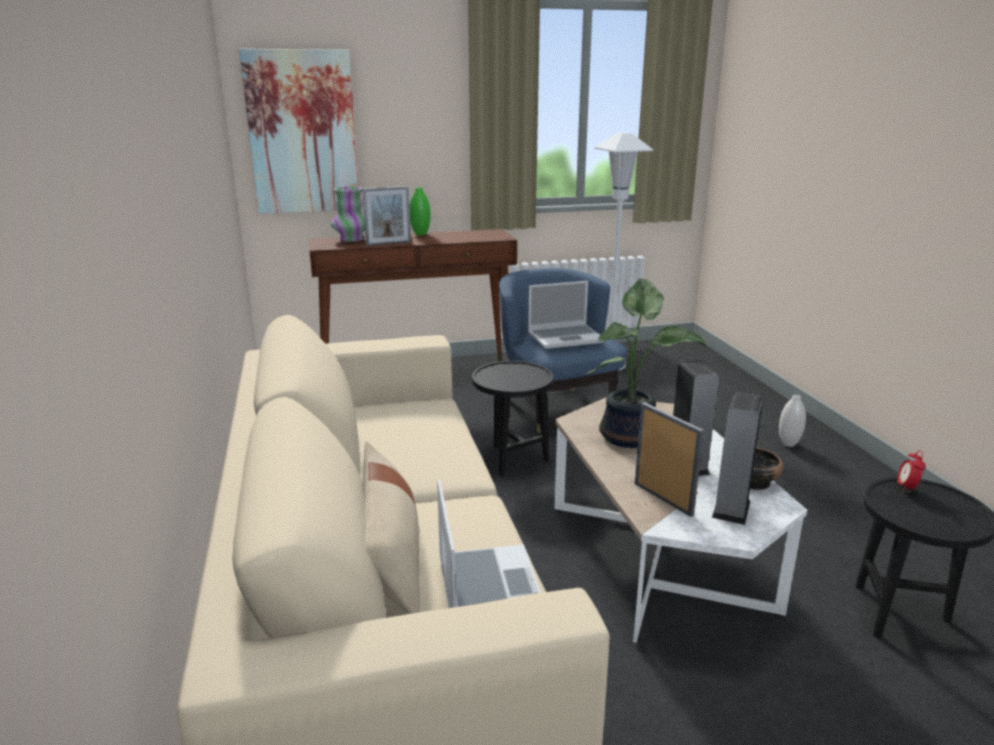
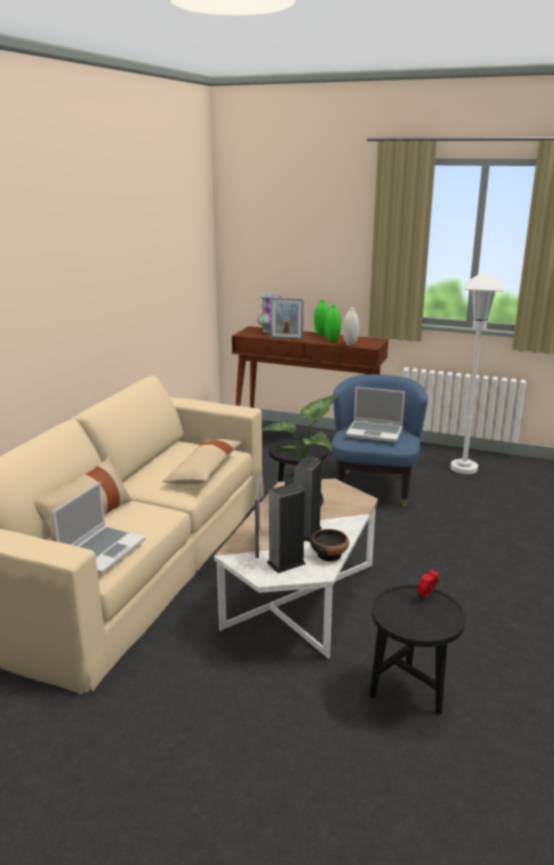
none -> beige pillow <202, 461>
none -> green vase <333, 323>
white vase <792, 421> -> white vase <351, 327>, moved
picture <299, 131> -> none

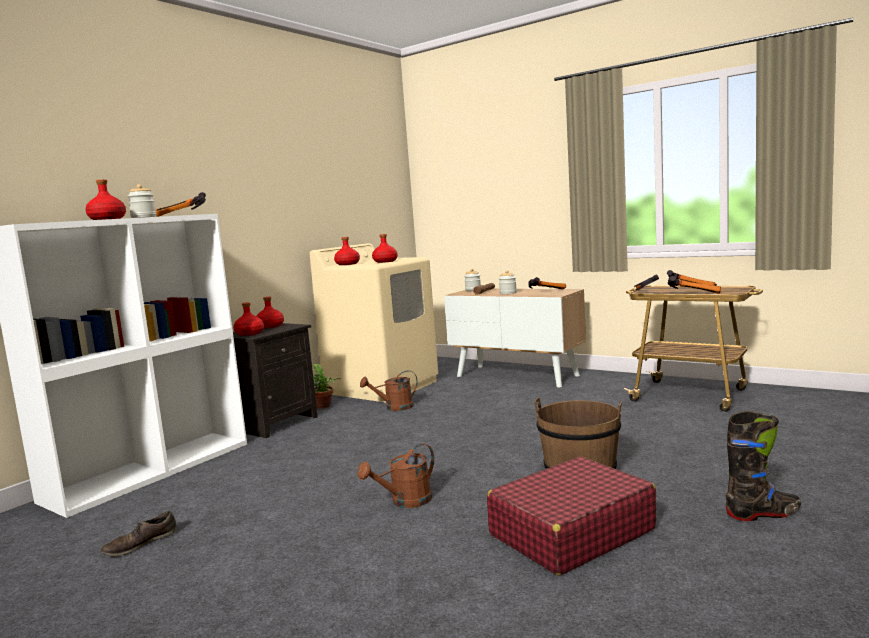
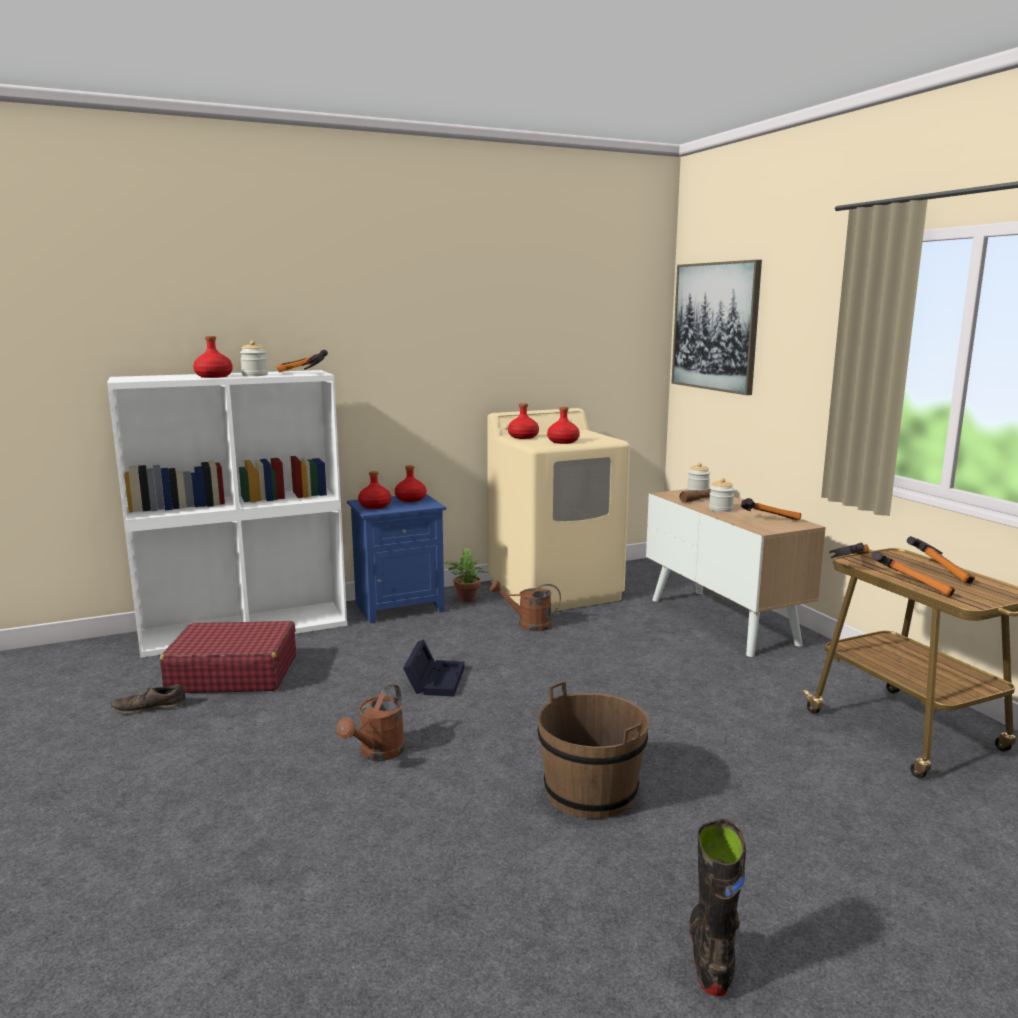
red suitcase <571, 516> -> red suitcase <228, 657>, moved
brown watering can <395, 475> -> brown watering can <371, 722>, 60 degrees counterclockwise
black nightstand <275, 380> -> blue nightstand <396, 559>
none -> black storage box <433, 668>
none -> picture <716, 327>
black boot <763, 466> -> black boot <718, 907>, 105 degrees counterclockwise

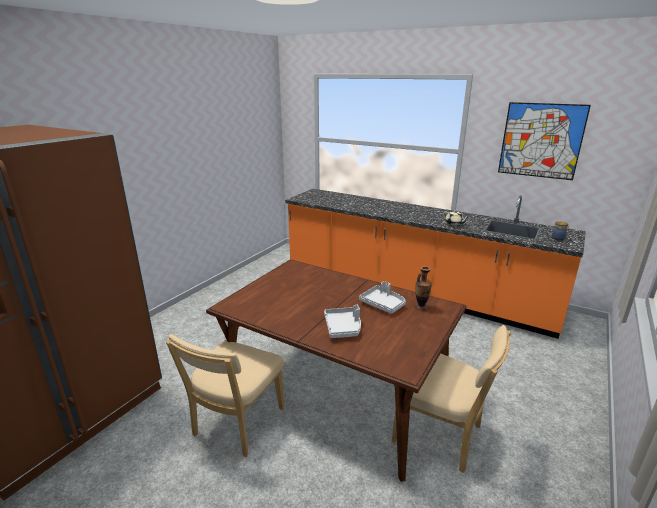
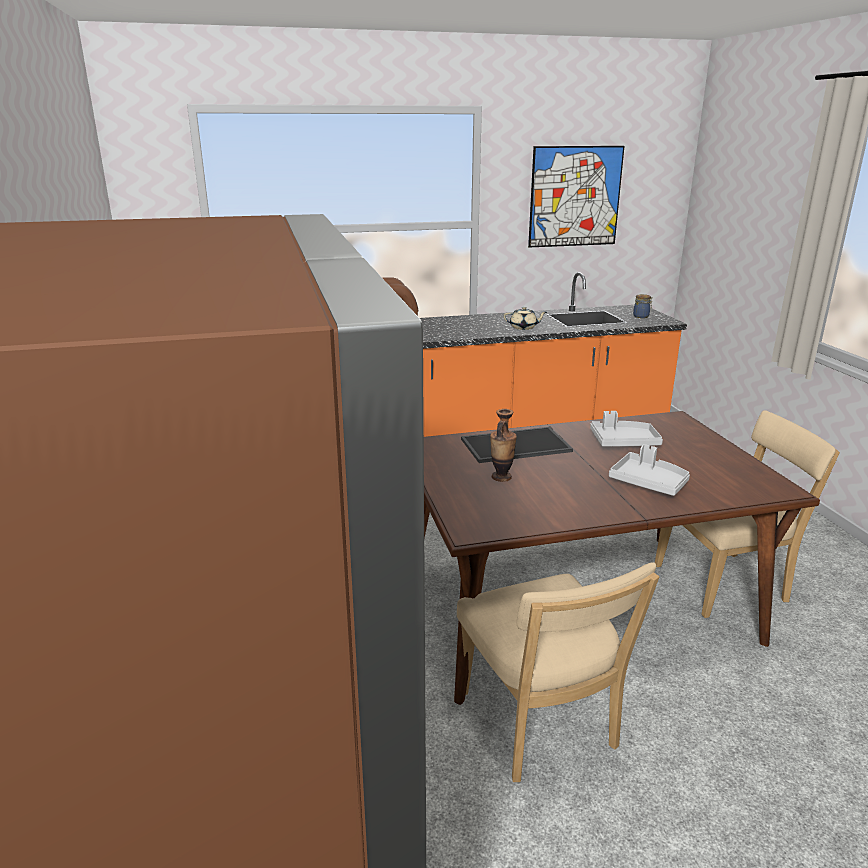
none -> tray <517, 445>
vase <423, 288> -> vase <503, 445>, moved

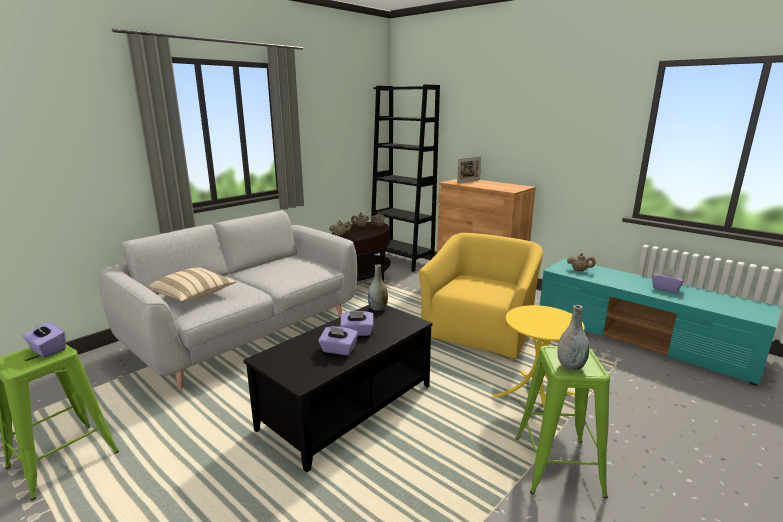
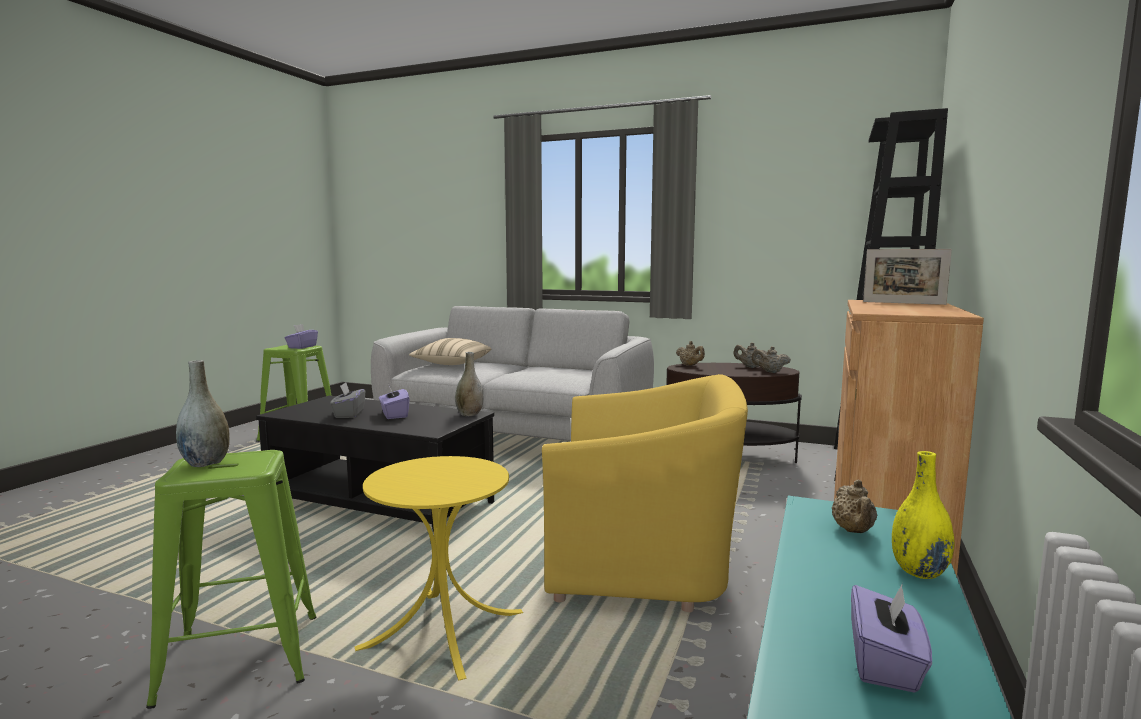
purple tissue box <338, 340> -> grey tissue box <347, 400>
none -> yellow vase <923, 515>

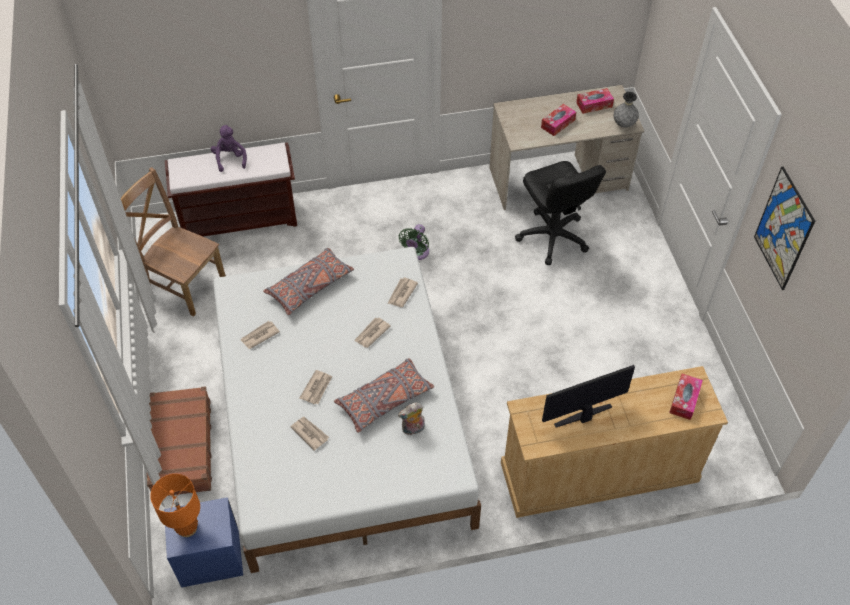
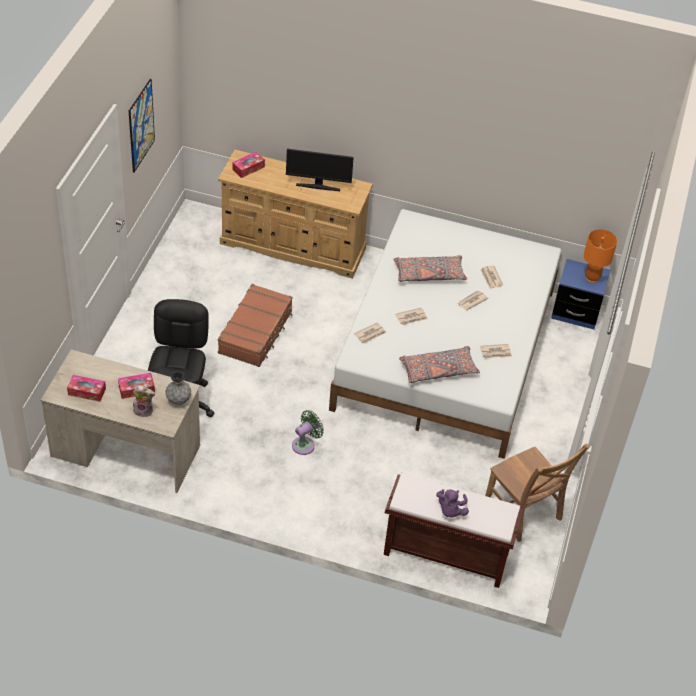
plush toy <411, 418> -> plush toy <144, 401>, moved
grey vase <626, 110> -> grey vase <178, 388>, moved
brown suitcase <179, 441> -> brown suitcase <255, 325>, moved

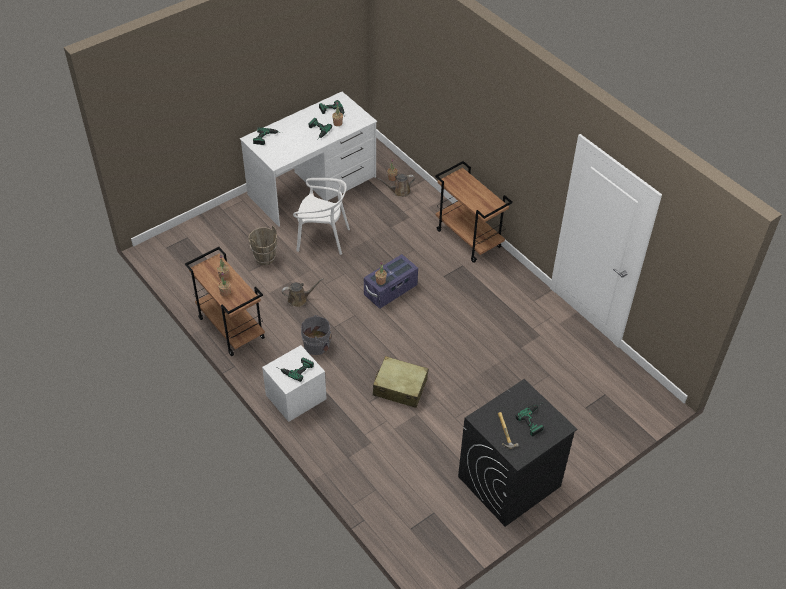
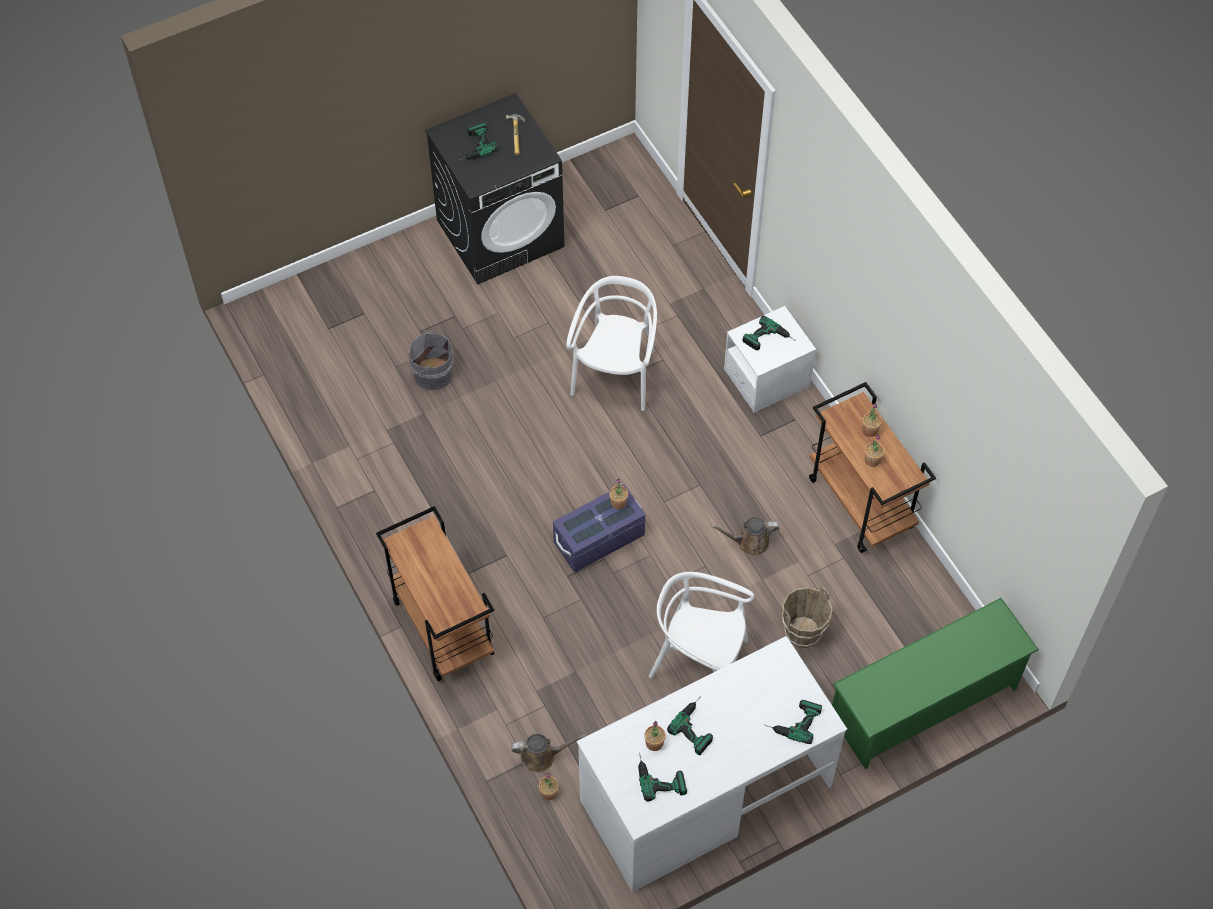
grey bucket <316, 335> -> grey bucket <431, 360>, moved
beige suitcase <400, 382> -> white chair <611, 343>
none -> green shoe rack <935, 683>

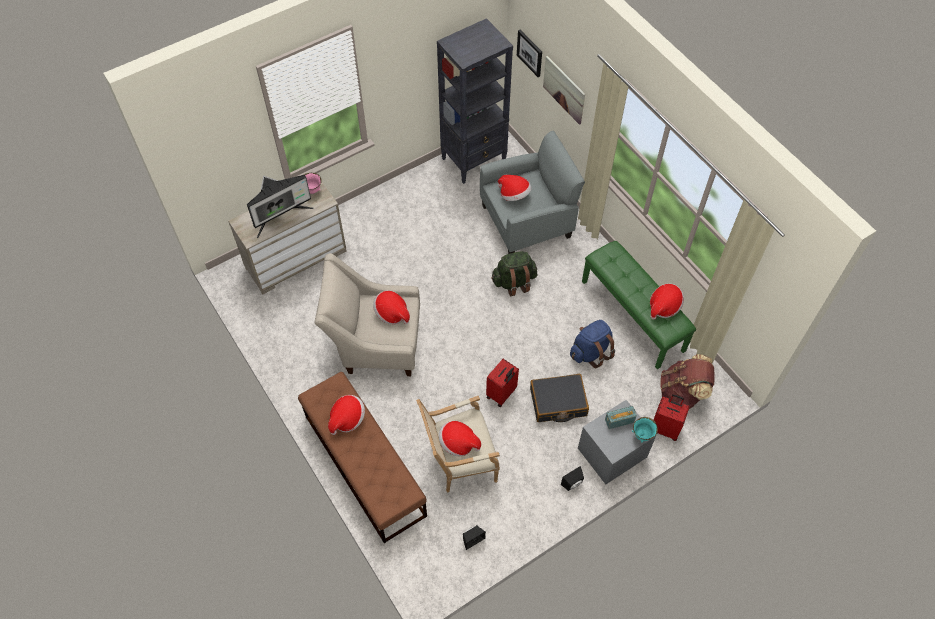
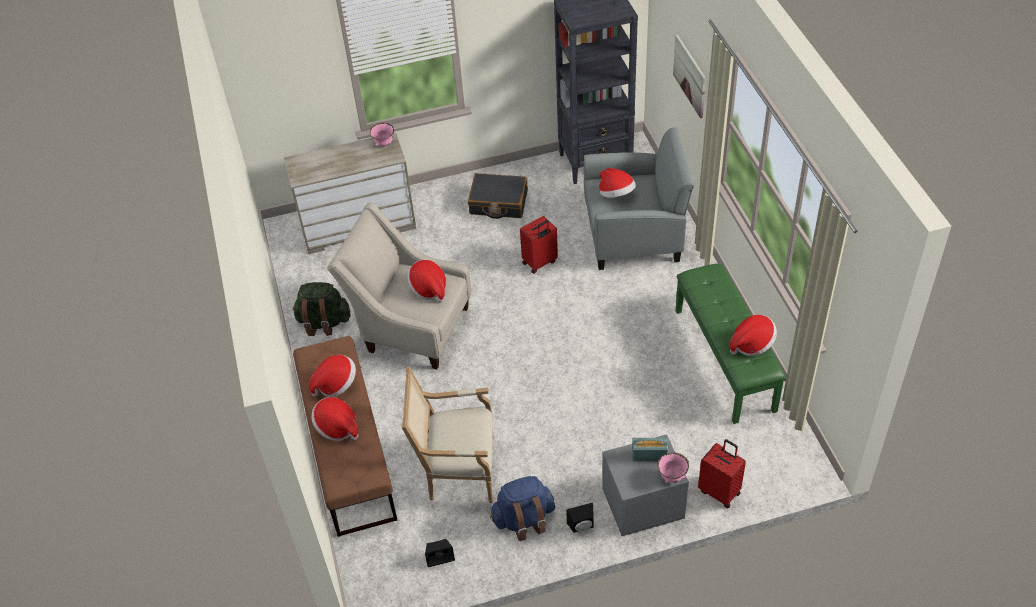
green backpack <514, 273> -> green backpack <321, 309>, moved
hat <460, 438> -> hat <335, 419>, moved
black suitcase <559, 398> -> black suitcase <498, 196>, moved
blue backpack <592, 344> -> blue backpack <522, 508>, moved
red suitcase <502, 383> -> red suitcase <539, 245>, moved
turquoise bowl <645, 430> -> pink bowl <673, 468>
monitor <280, 206> -> none
picture <529, 53> -> none
brown backpack <687, 381> -> none

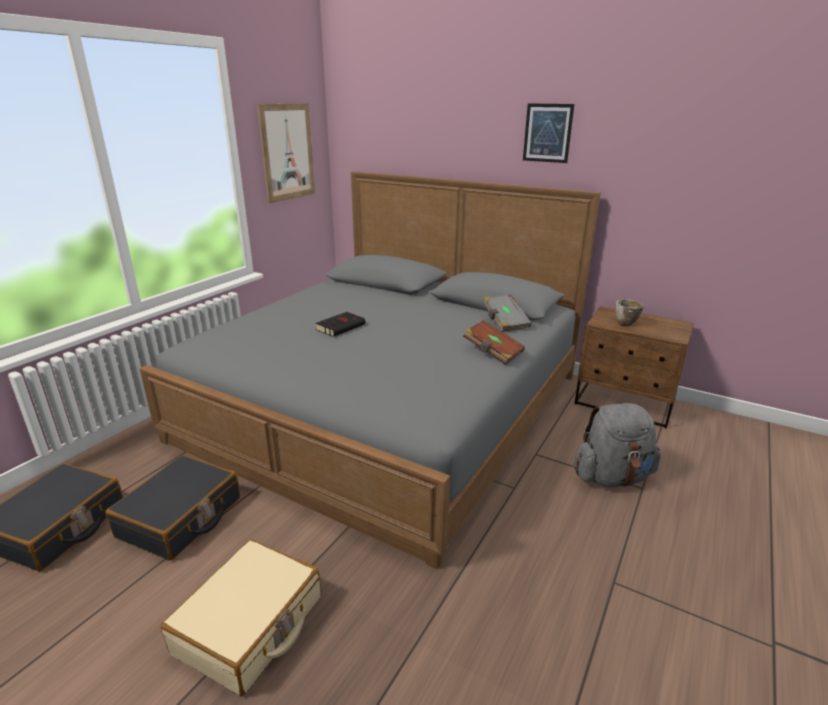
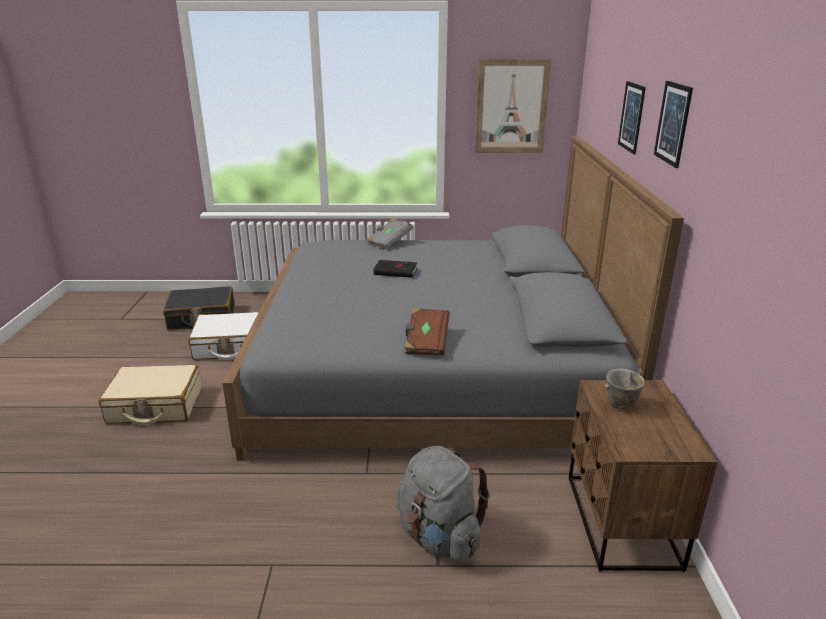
black suitcase <173, 508> -> white suitcase <223, 336>
grey book <507, 313> -> grey book <389, 234>, moved
none -> picture <632, 118>

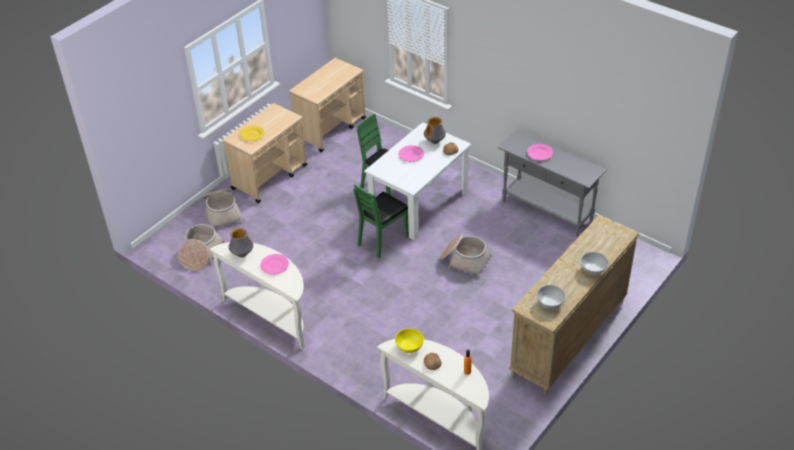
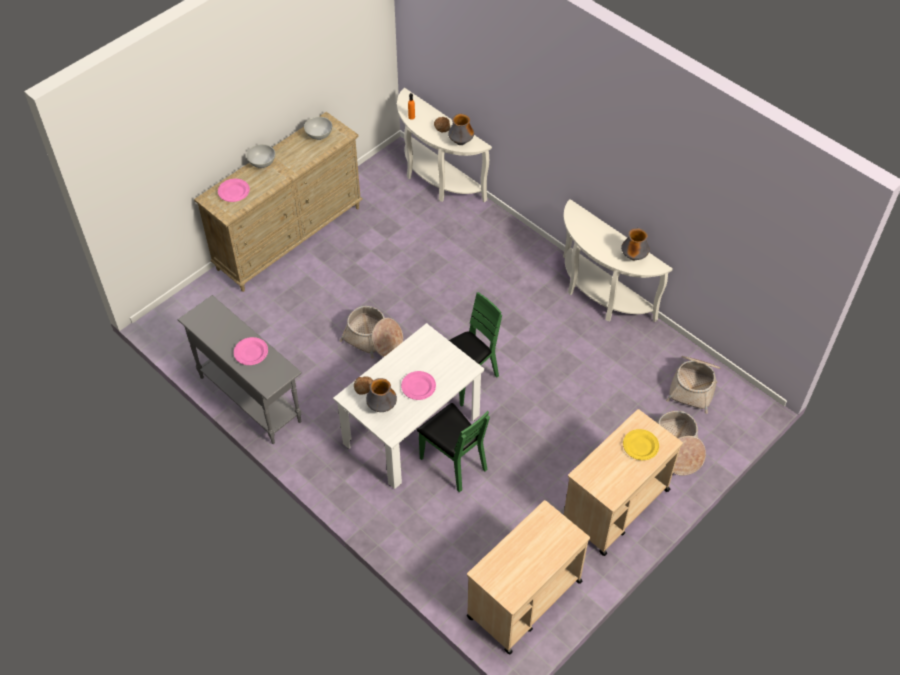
pink plate <274, 264> -> pink plate <234, 190>, moved
yellow bowl <409, 340> -> vase <461, 129>

